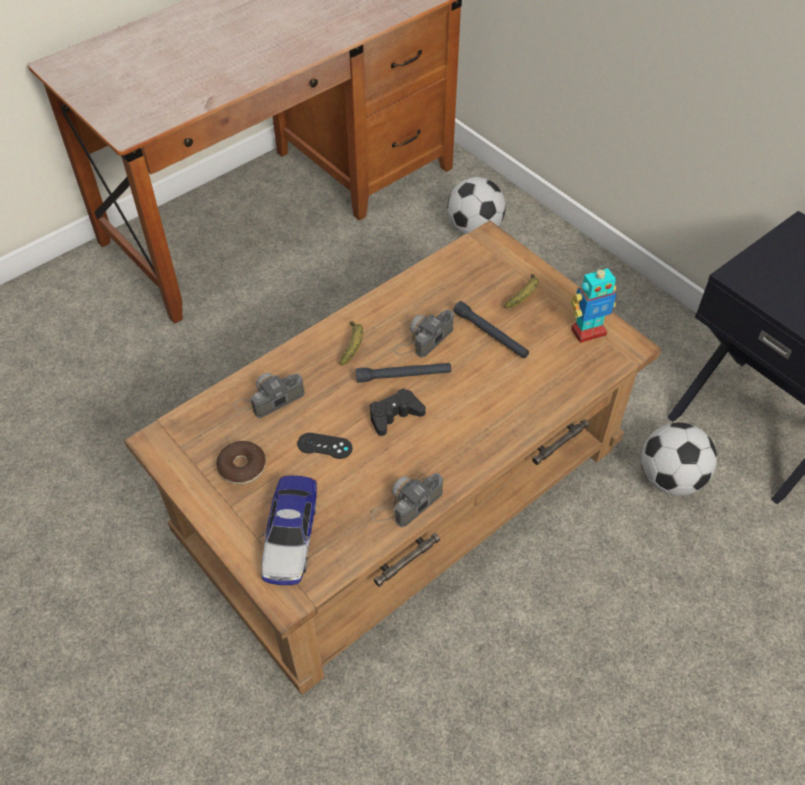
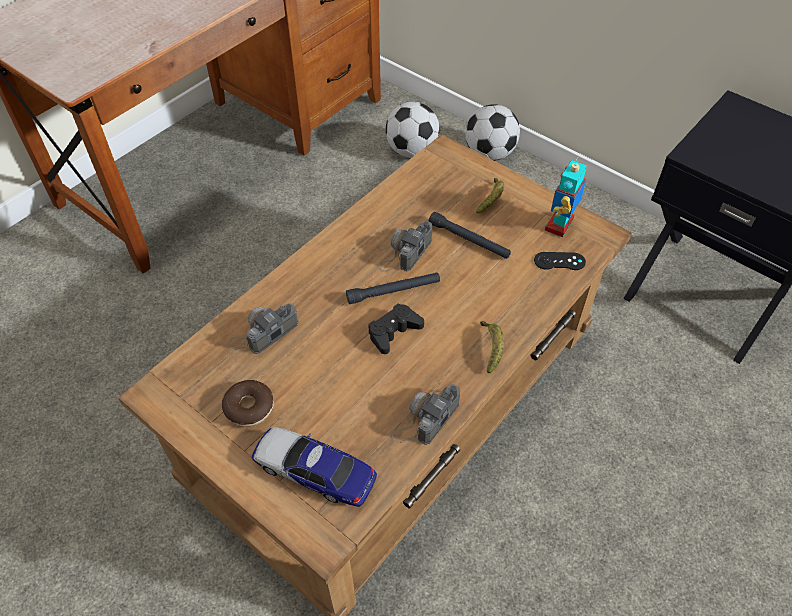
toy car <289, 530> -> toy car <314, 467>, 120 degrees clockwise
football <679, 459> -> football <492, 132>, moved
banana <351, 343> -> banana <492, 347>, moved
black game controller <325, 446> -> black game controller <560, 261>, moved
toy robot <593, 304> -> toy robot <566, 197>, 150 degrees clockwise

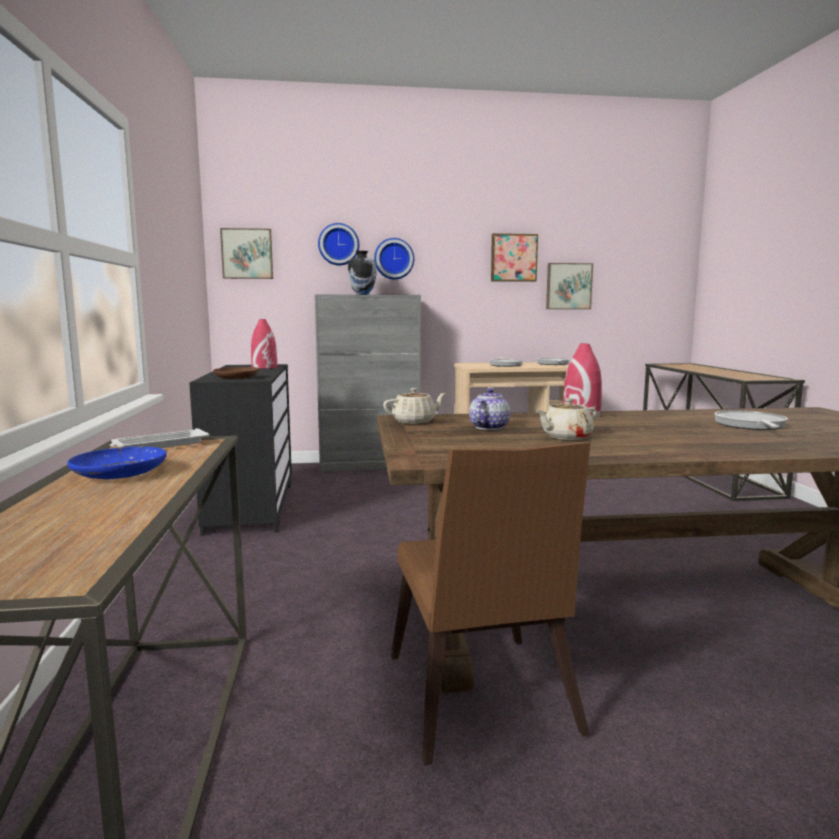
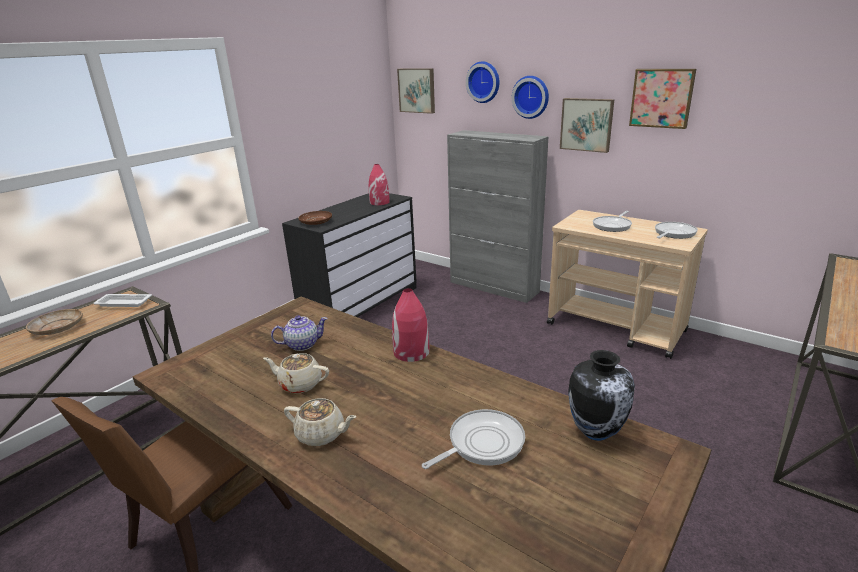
blue plate <117, 462> -> beige plate <54, 322>
beige teapot <415, 406> -> beige teapot <320, 422>, moved
picture <569, 286> -> picture <587, 125>, moved
vase <362, 273> -> vase <601, 395>, moved

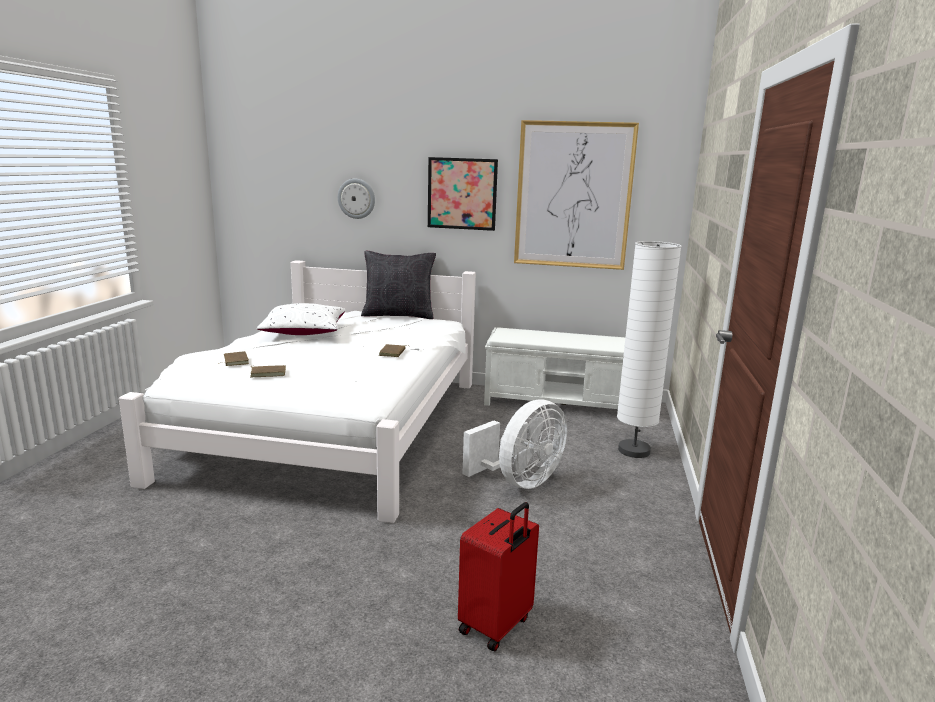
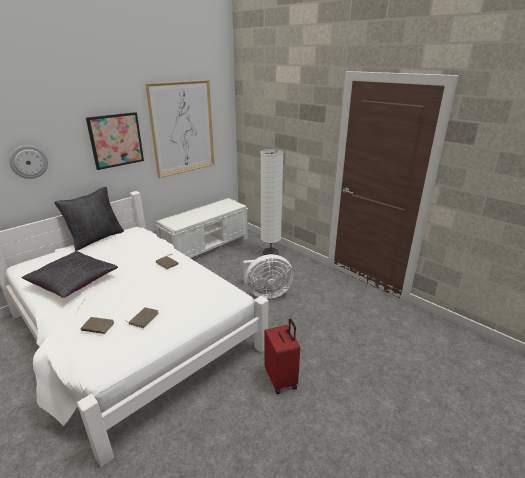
white pillow <301, 319> -> black pillow <70, 274>
white fan <514, 444> -> white fan <268, 276>, 90 degrees clockwise
red suitcase <498, 577> -> red suitcase <282, 356>, moved

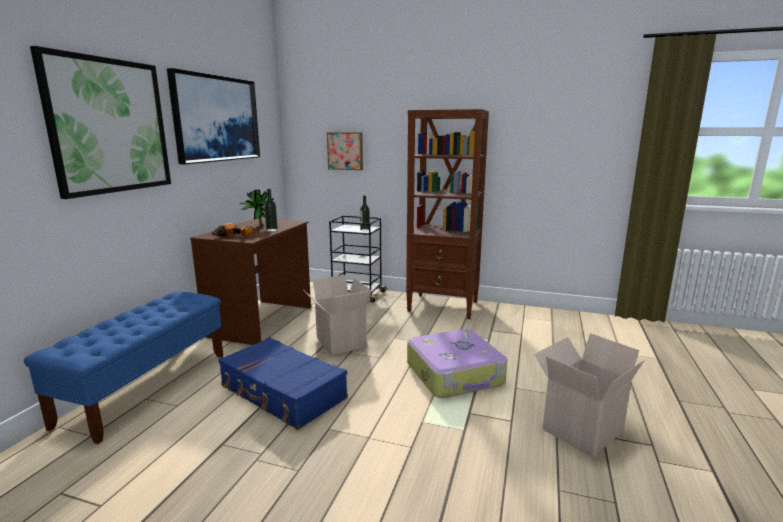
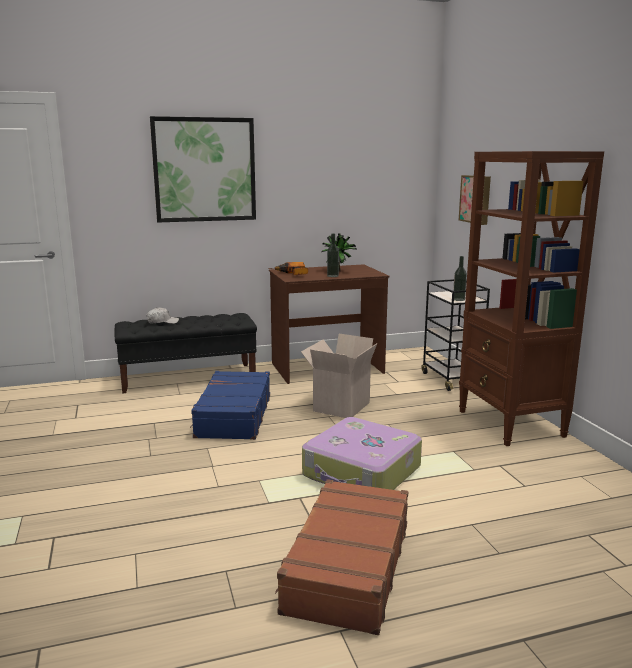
blue bench <123, 368> -> black bench <186, 353>
none -> white cap <162, 315>
cardboard box <589, 395> -> brown suitcase <341, 557>
picture <213, 116> -> none

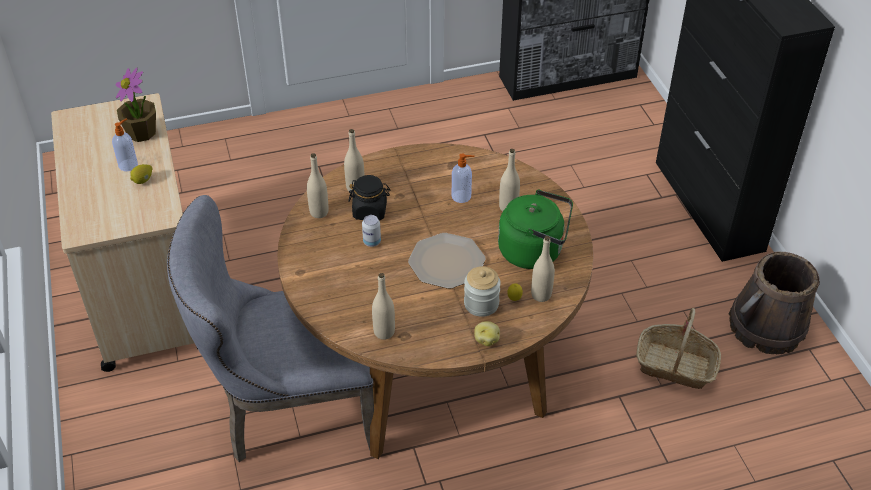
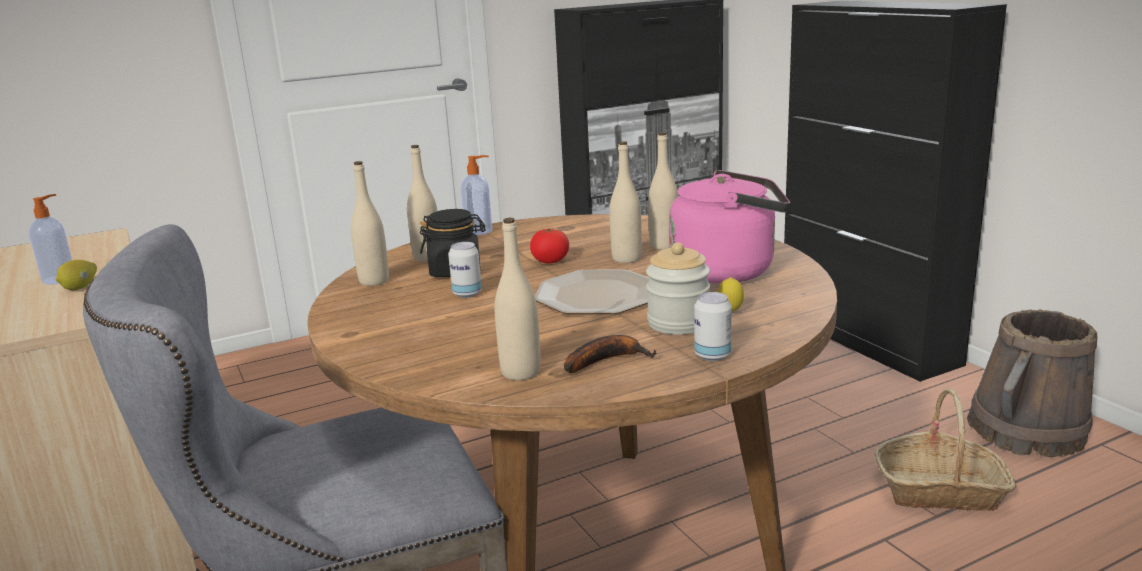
soap dispenser <463, 178> -> soap dispenser <476, 195>, moved
none -> tomato <549, 246>
none -> banana <610, 354>
beige bottle <543, 269> -> beige bottle <625, 202>, moved
green kettle <535, 229> -> pink kettle <729, 226>
potato <487, 333> -> can <713, 326>
potted plant <135, 104> -> none

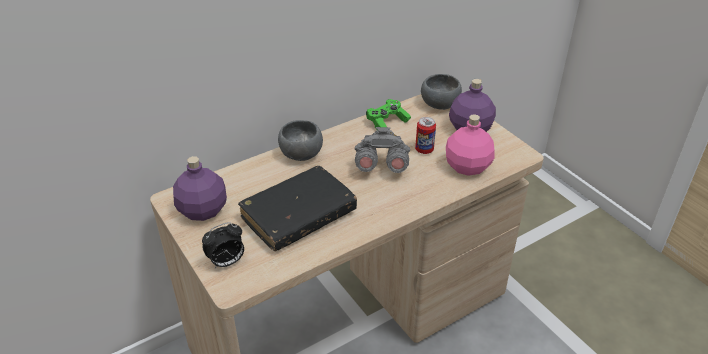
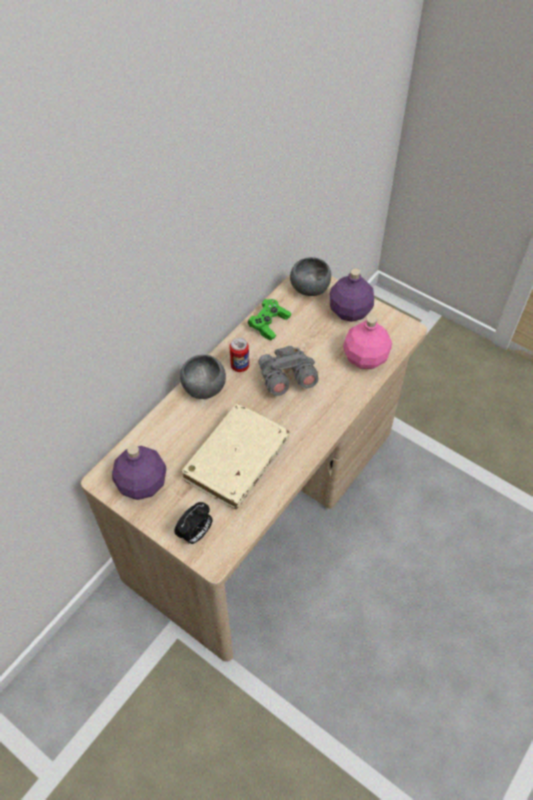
black book <297, 208> -> beige book <235, 456>
can <425, 135> -> can <239, 355>, moved

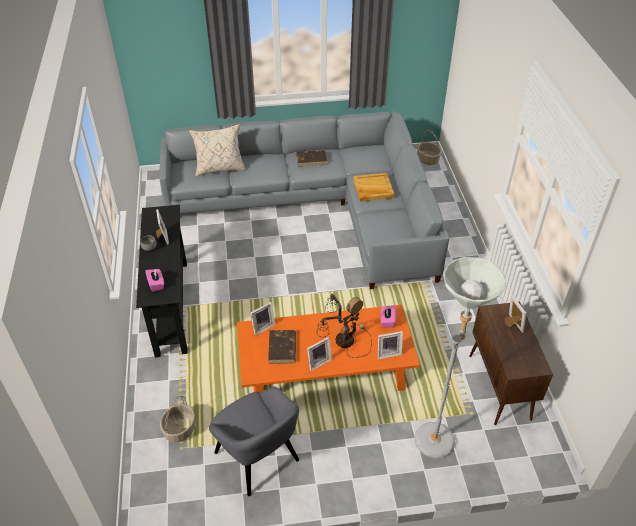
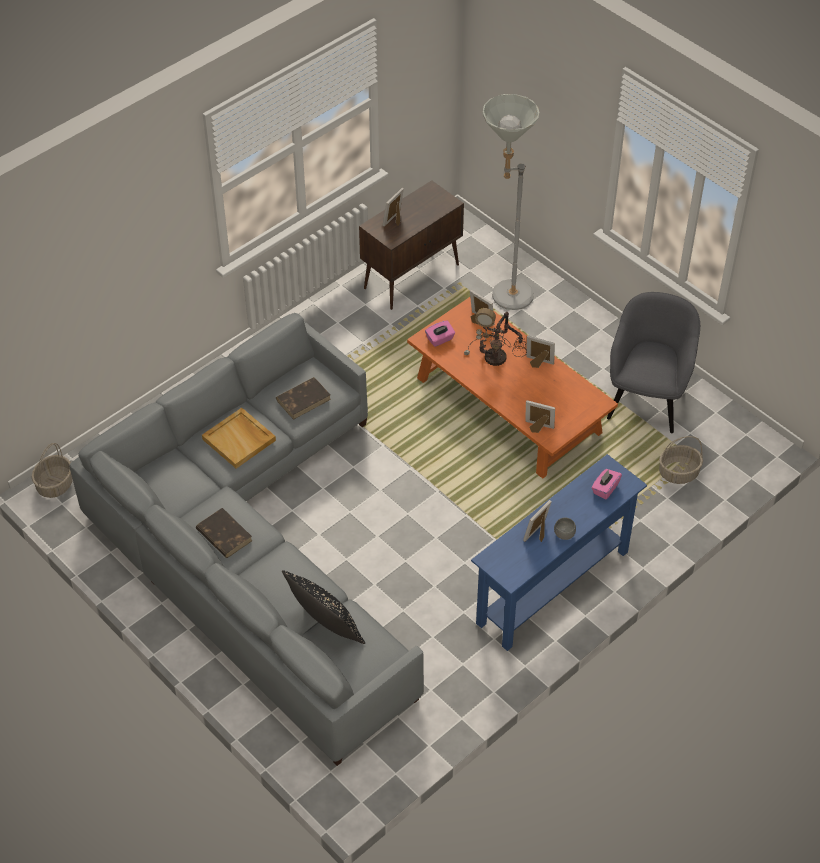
brown book <282, 347> -> brown book <303, 398>, moved
beige pillow <217, 150> -> black pillow <323, 607>
black console table <162, 281> -> blue console table <559, 552>

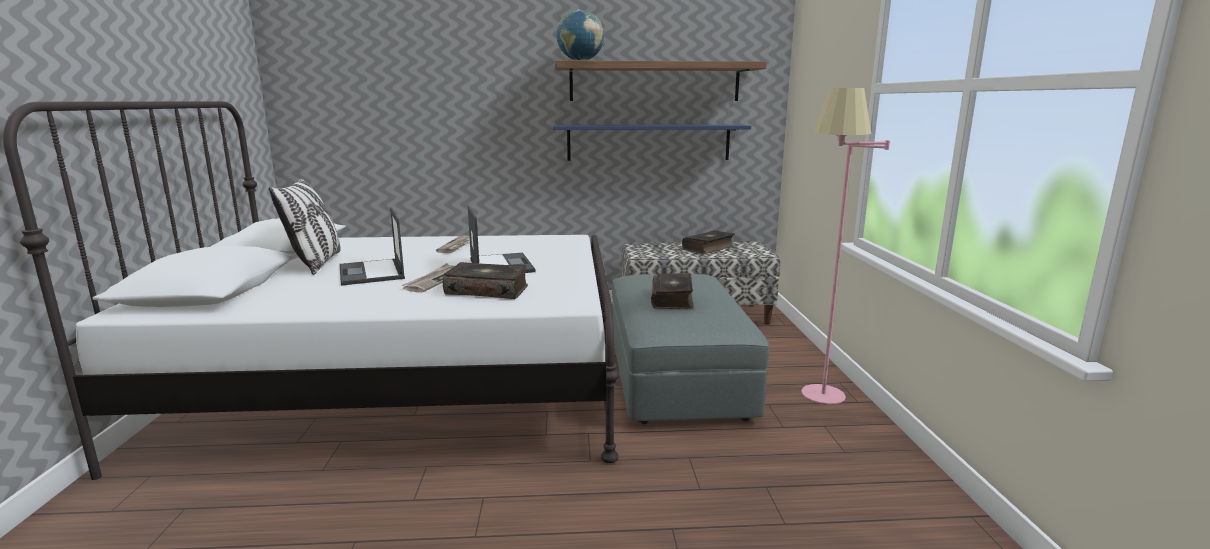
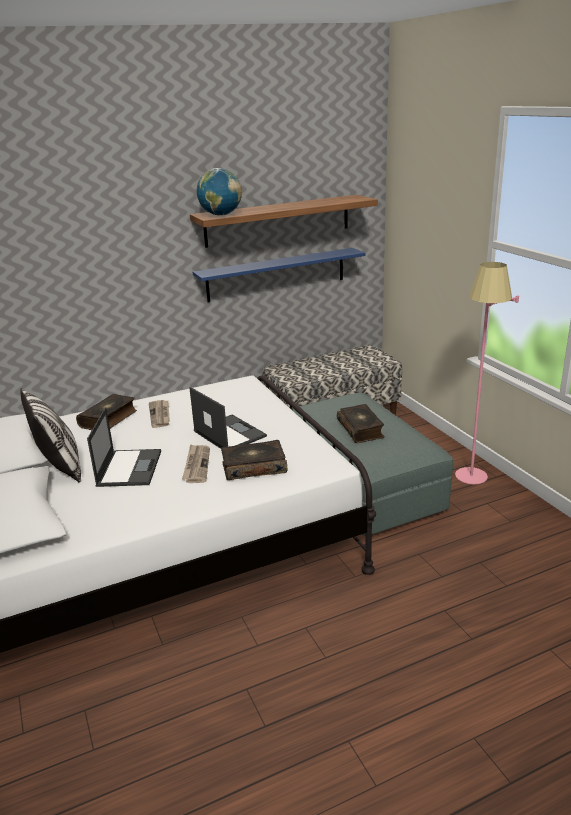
book <708, 242> -> book <106, 412>, moved
laptop <372, 246> -> laptop <124, 447>, 135 degrees counterclockwise

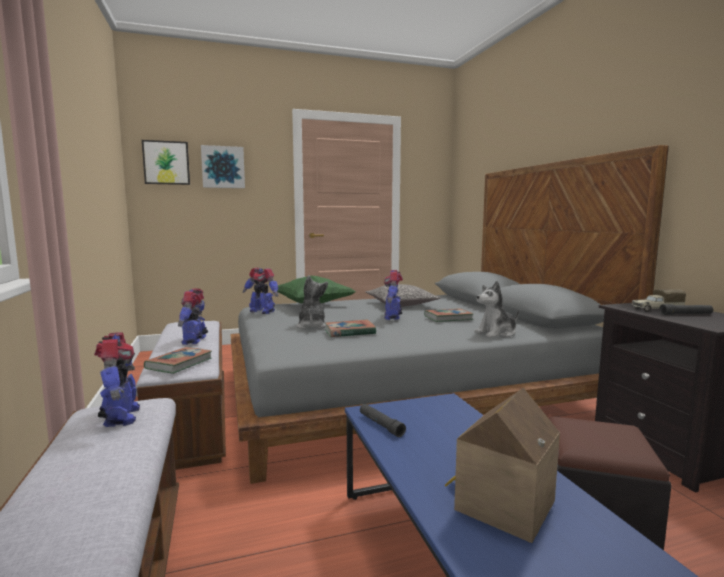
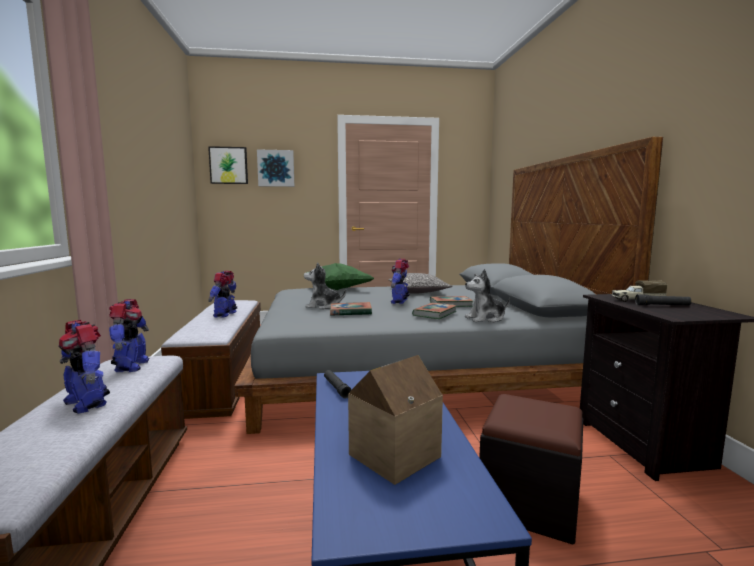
toy robot <260, 290> -> toy robot <84, 367>, moved
plush toy <312, 302> -> plush toy <325, 285>, 90 degrees counterclockwise
book <178, 360> -> book <434, 311>, moved

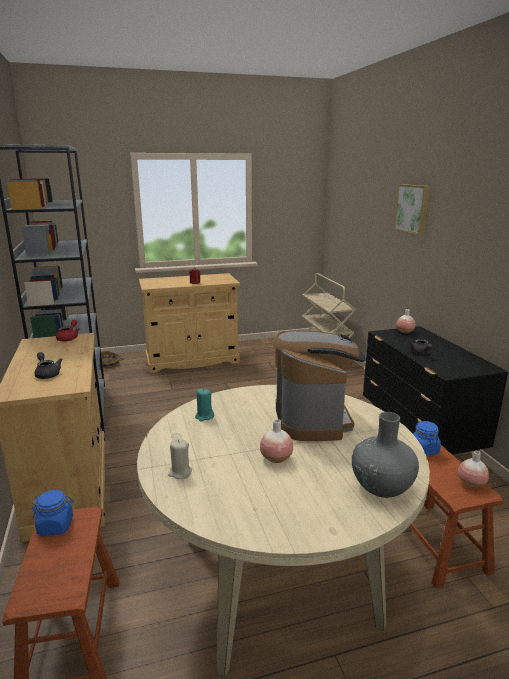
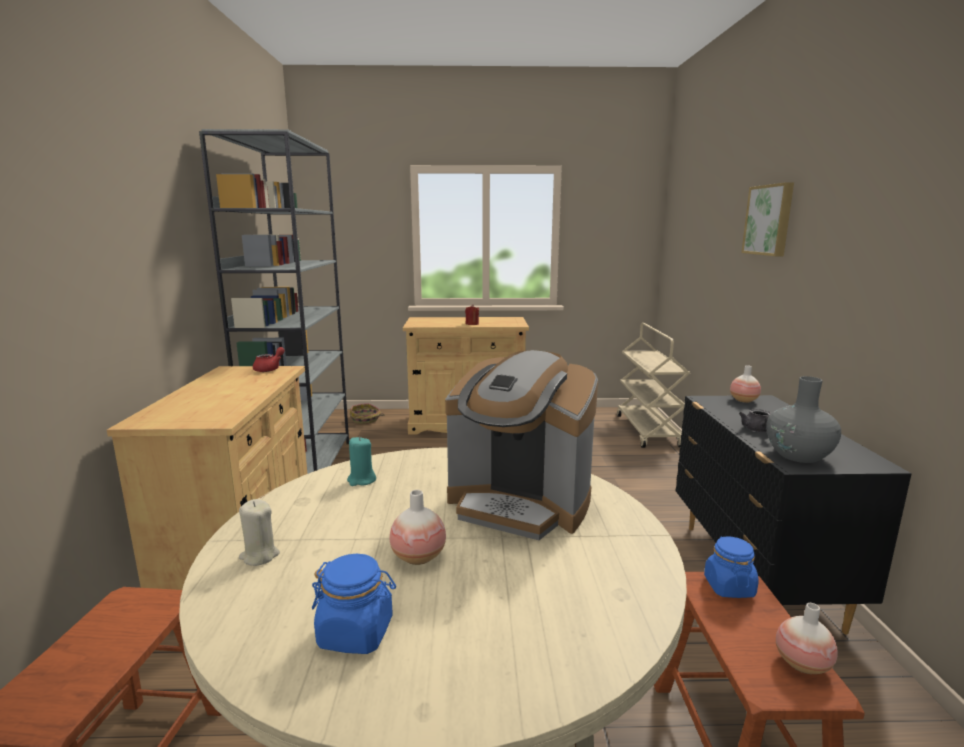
blue jar <53, 513> -> blue jar <354, 604>, moved
coffee machine <319, 386> -> coffee machine <521, 445>, 105 degrees clockwise
grey vase <385, 455> -> grey vase <803, 419>, moved
grey teapot <48, 365> -> none

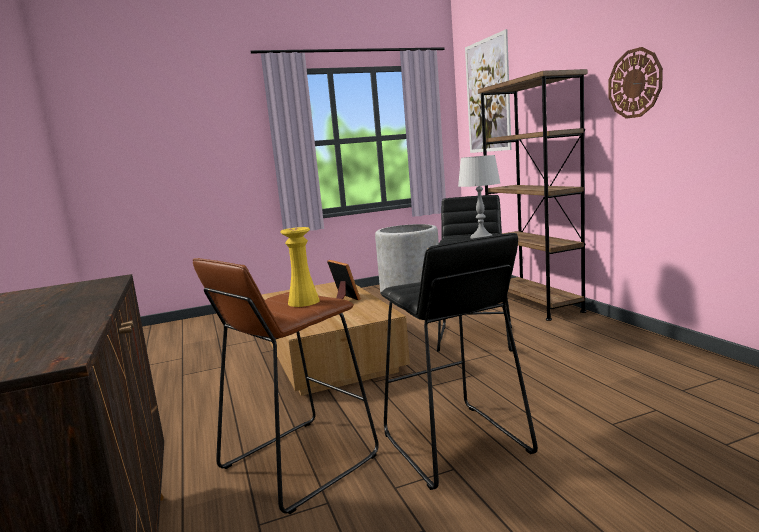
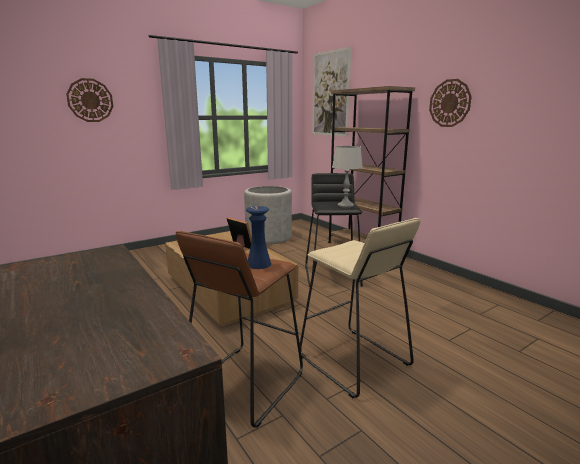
none -> wall clock <89, 100>
yellow vase <300, 267> -> blue vase <258, 237>
black stool <459, 361> -> beige stool <360, 308>

